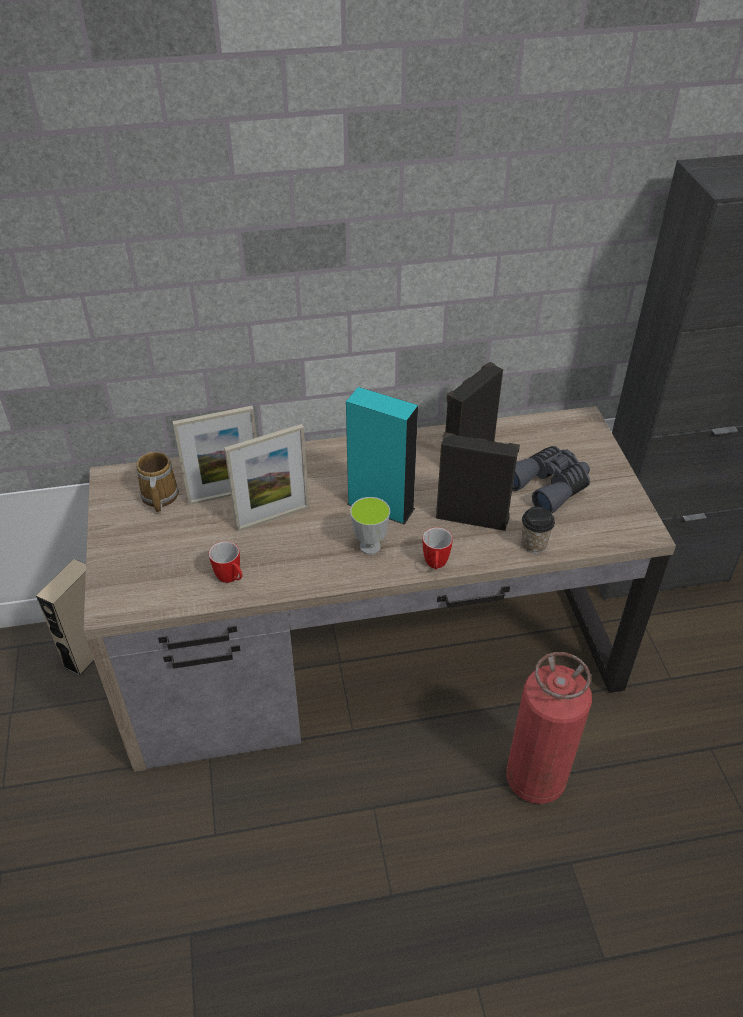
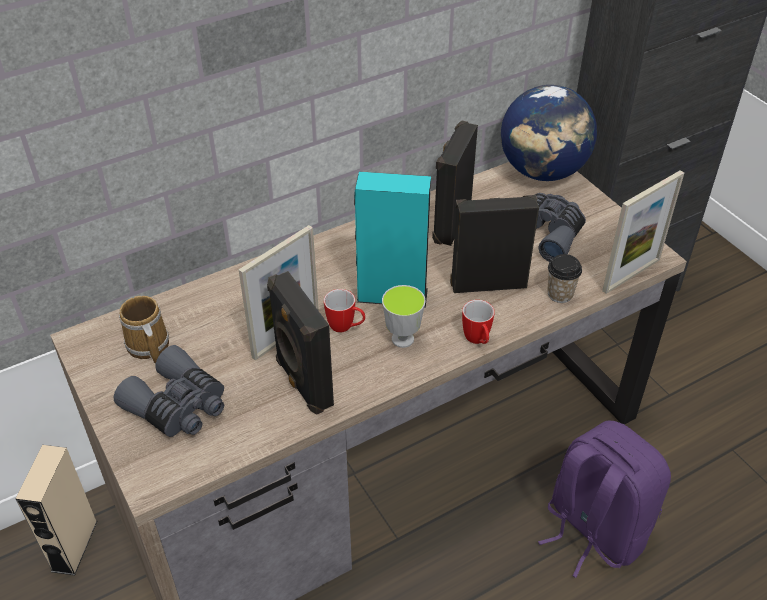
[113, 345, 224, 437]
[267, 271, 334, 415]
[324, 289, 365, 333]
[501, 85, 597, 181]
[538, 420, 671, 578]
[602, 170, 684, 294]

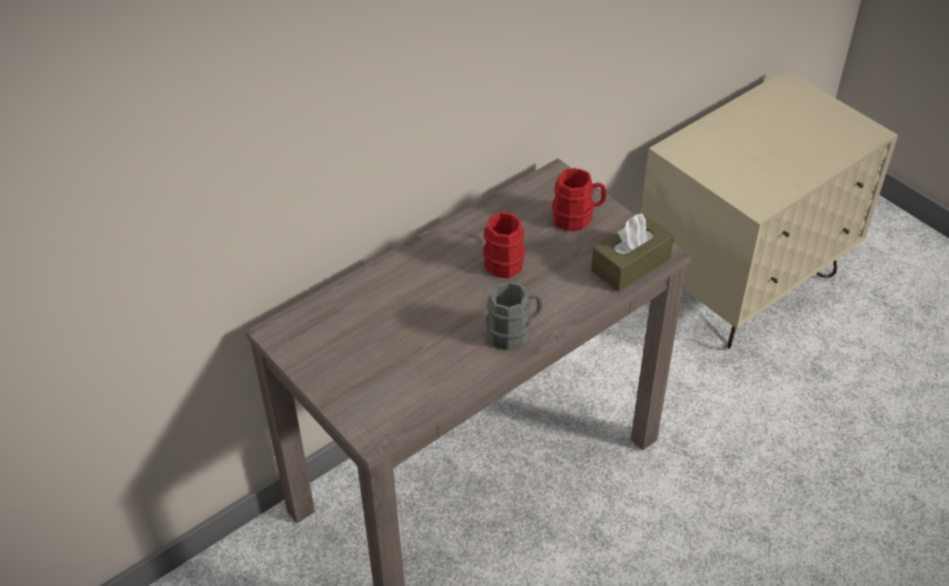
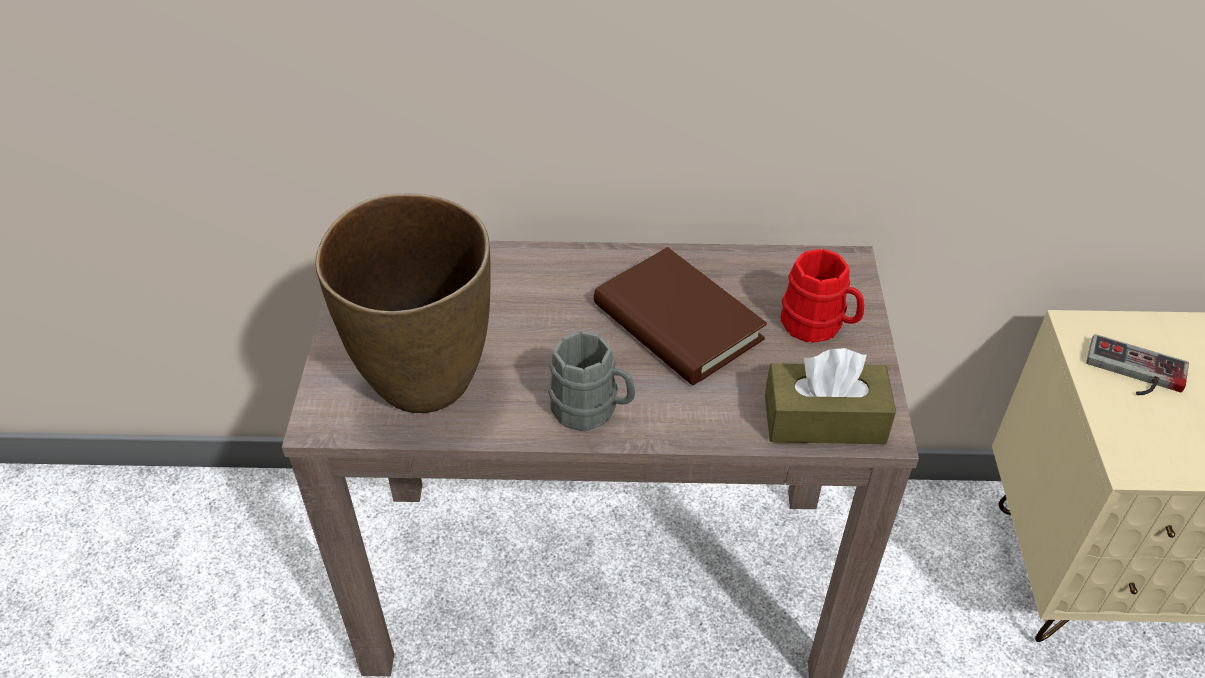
[315, 193, 491, 413]
[594, 247, 767, 385]
[1086, 334, 1189, 395]

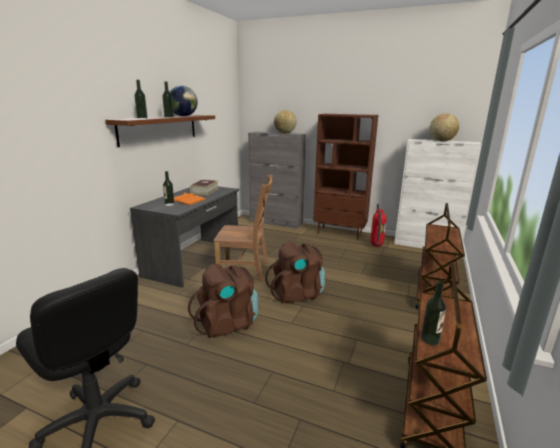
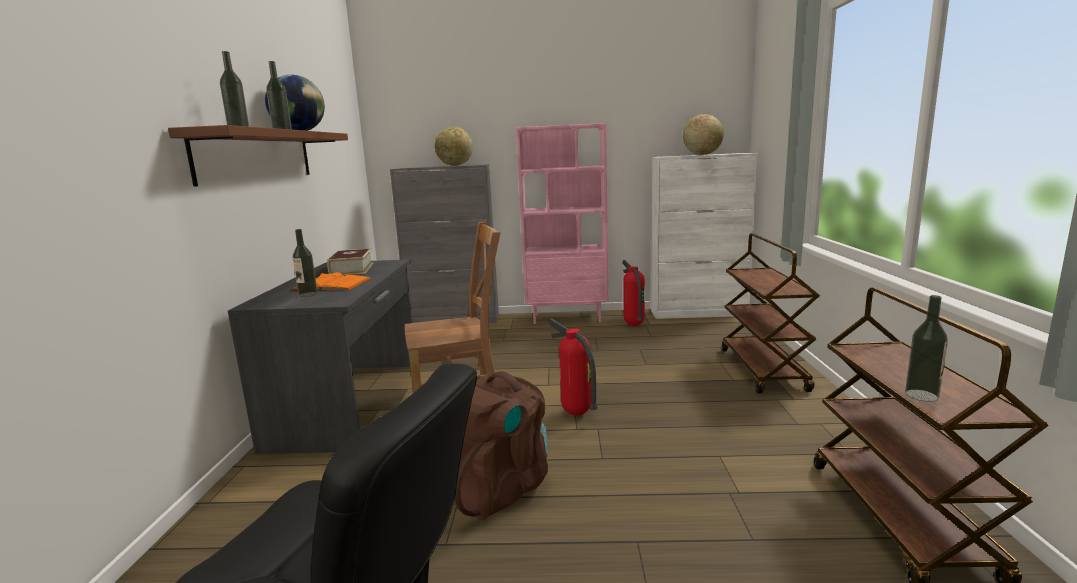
[516, 123, 609, 324]
[548, 319, 598, 416]

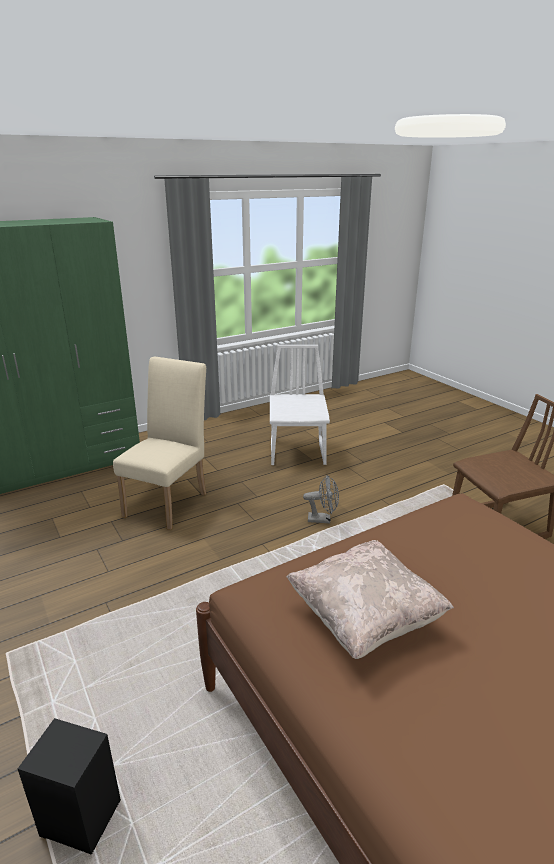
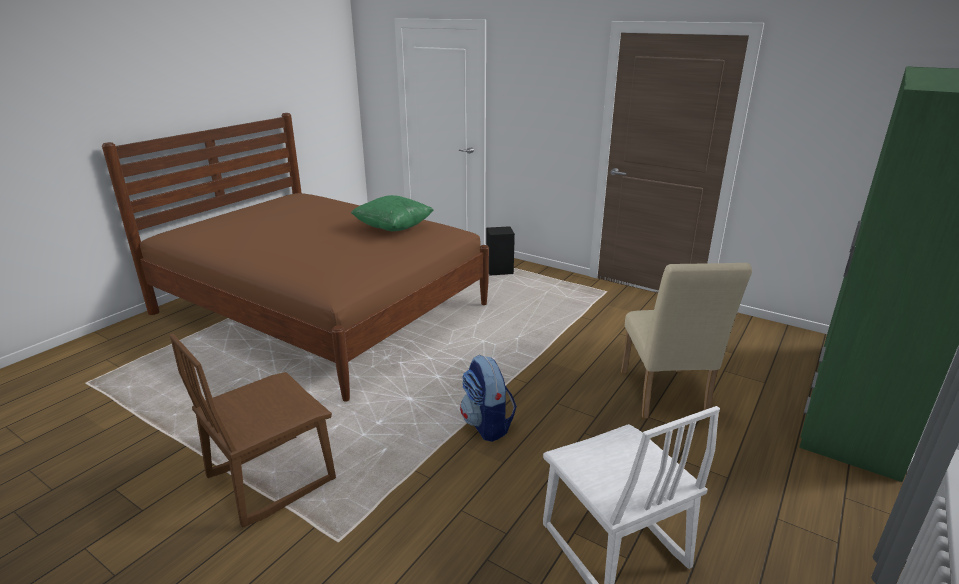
[351, 195, 434, 231]
[460, 355, 517, 442]

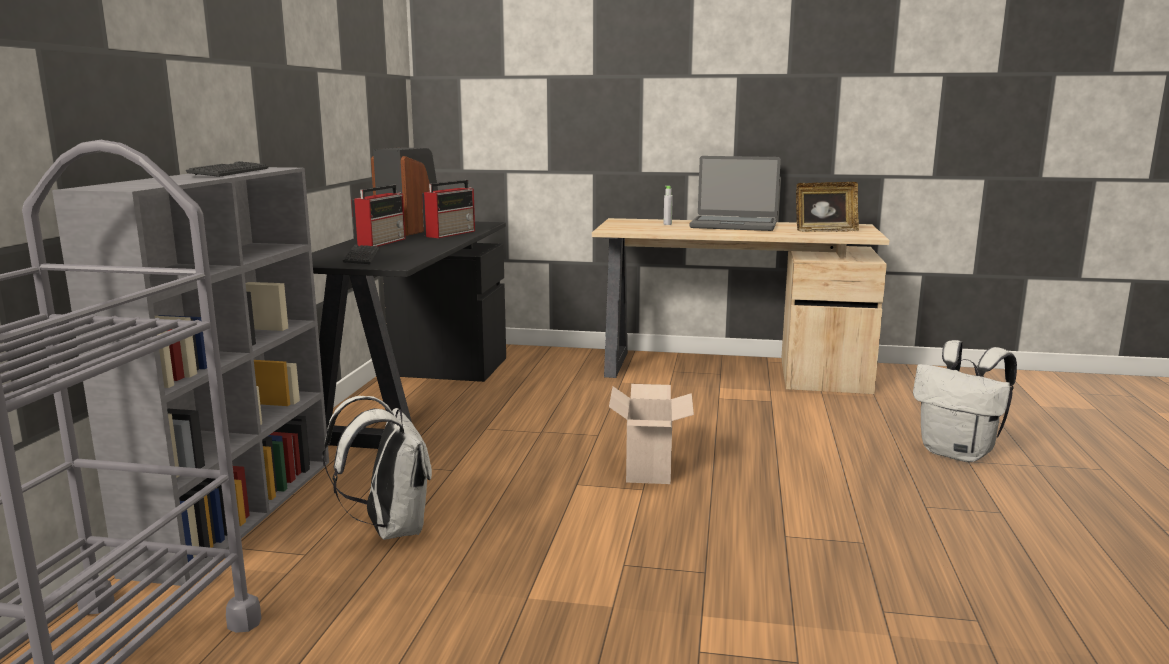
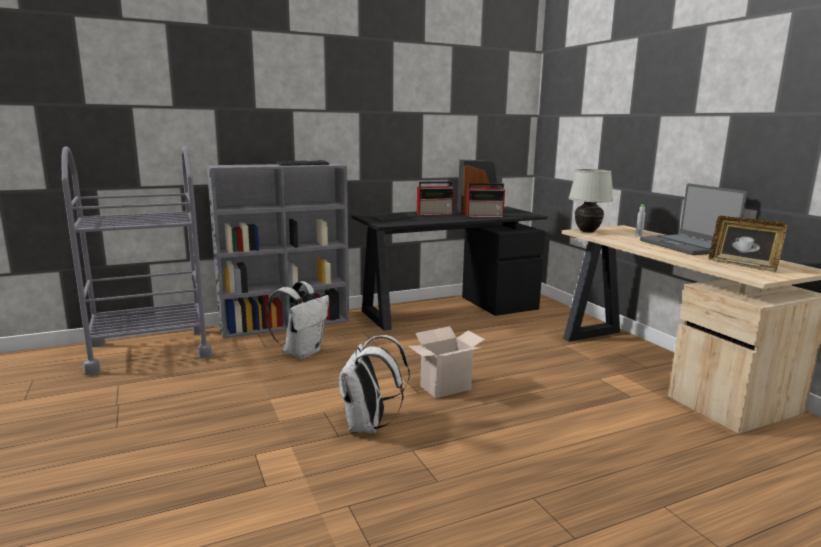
[339, 335, 410, 433]
[568, 169, 614, 233]

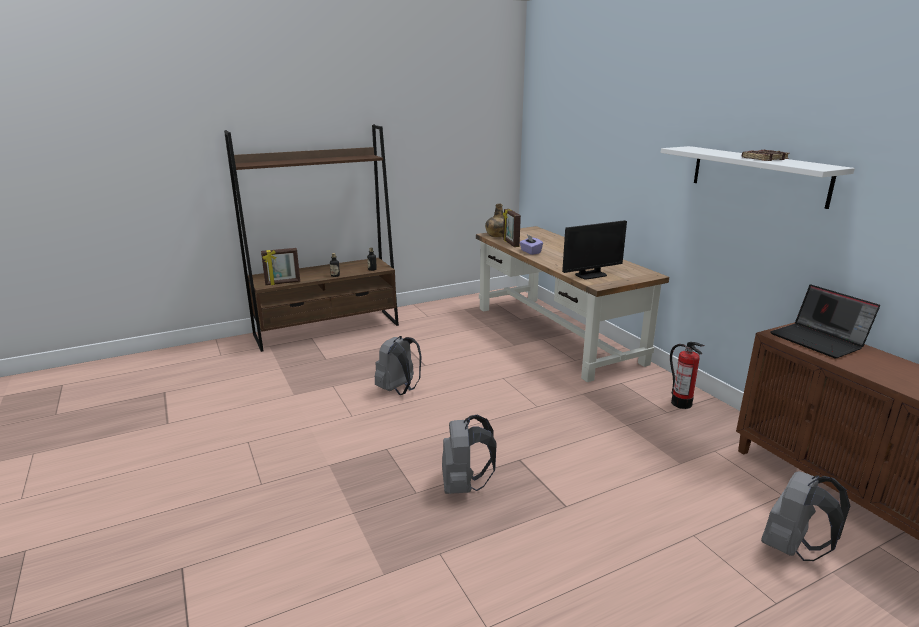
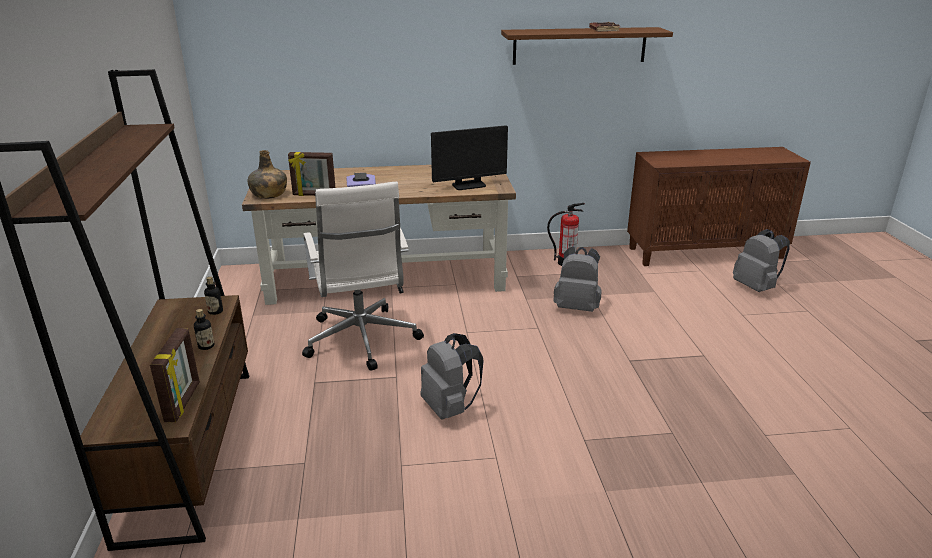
[302, 182, 424, 371]
[431, 125, 508, 190]
[501, 27, 673, 65]
[553, 246, 602, 312]
[770, 284, 880, 358] (first image)

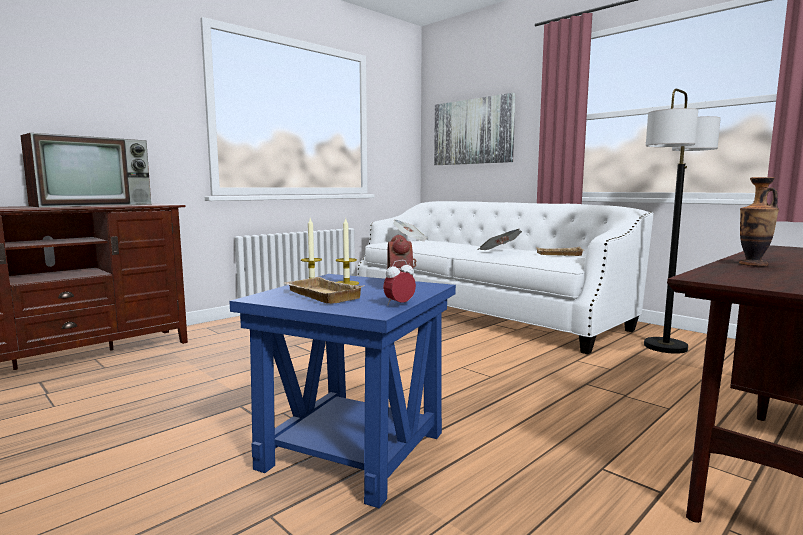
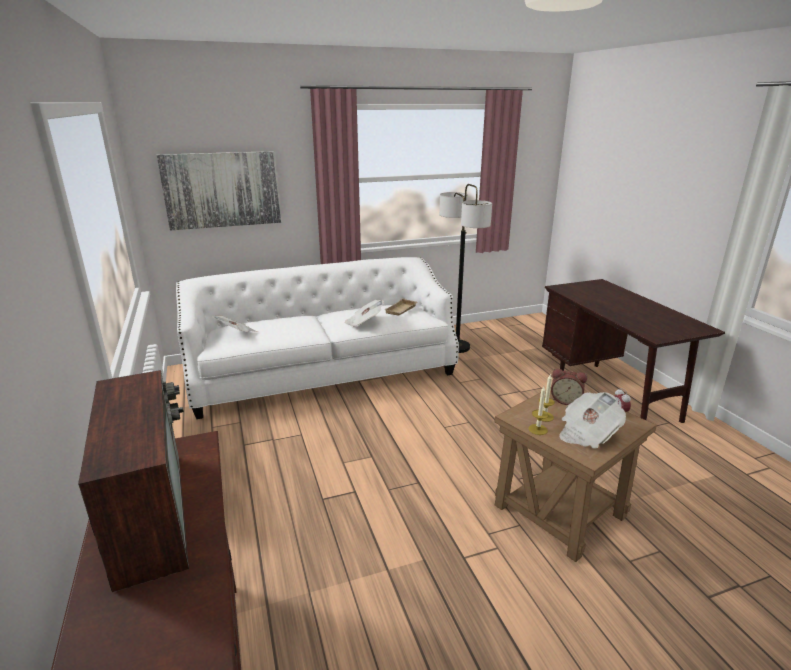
[494, 389, 657, 562]
[559, 392, 626, 449]
[739, 177, 779, 266] (first image)

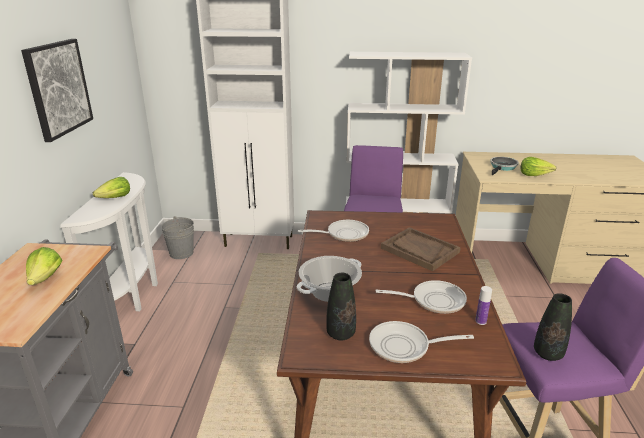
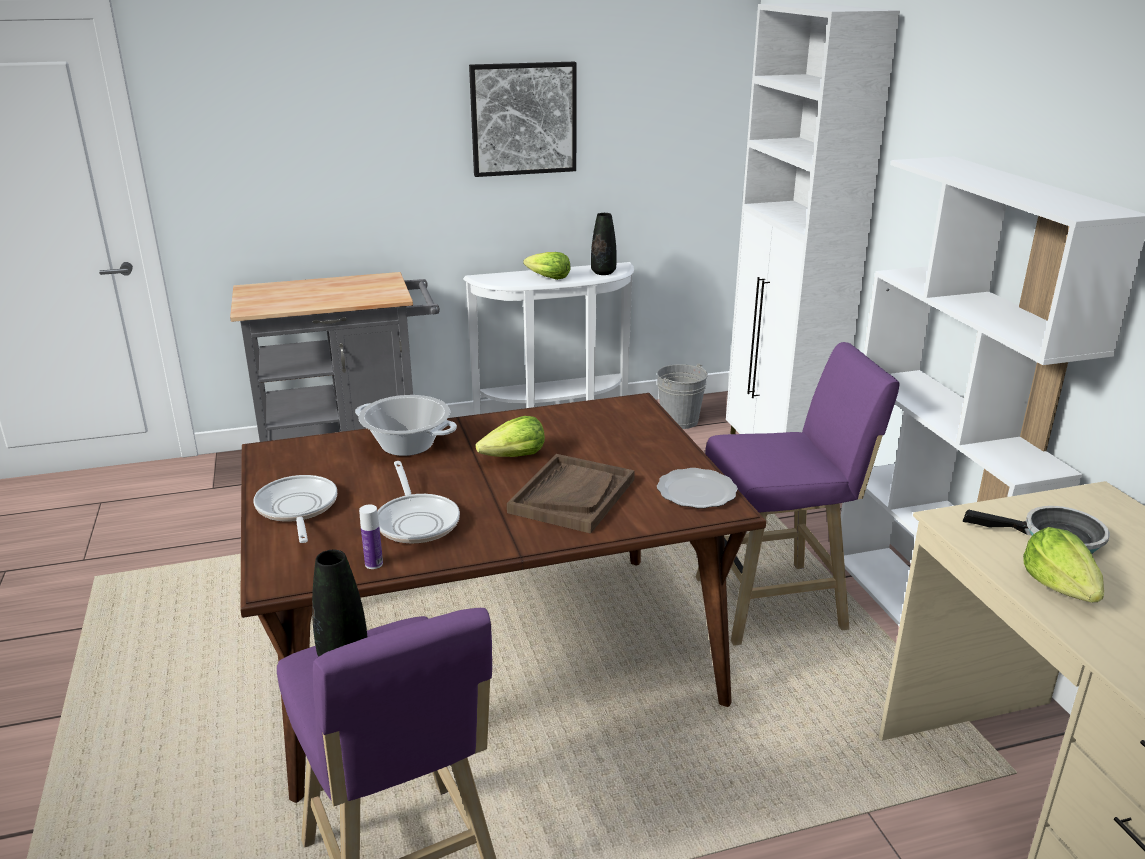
[476, 416, 545, 457]
[591, 213, 617, 275]
[657, 468, 738, 508]
[298, 220, 369, 242] (first image)

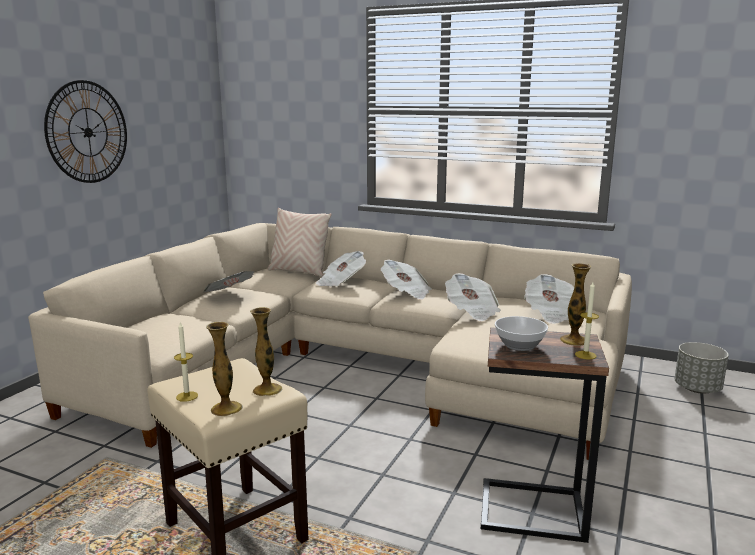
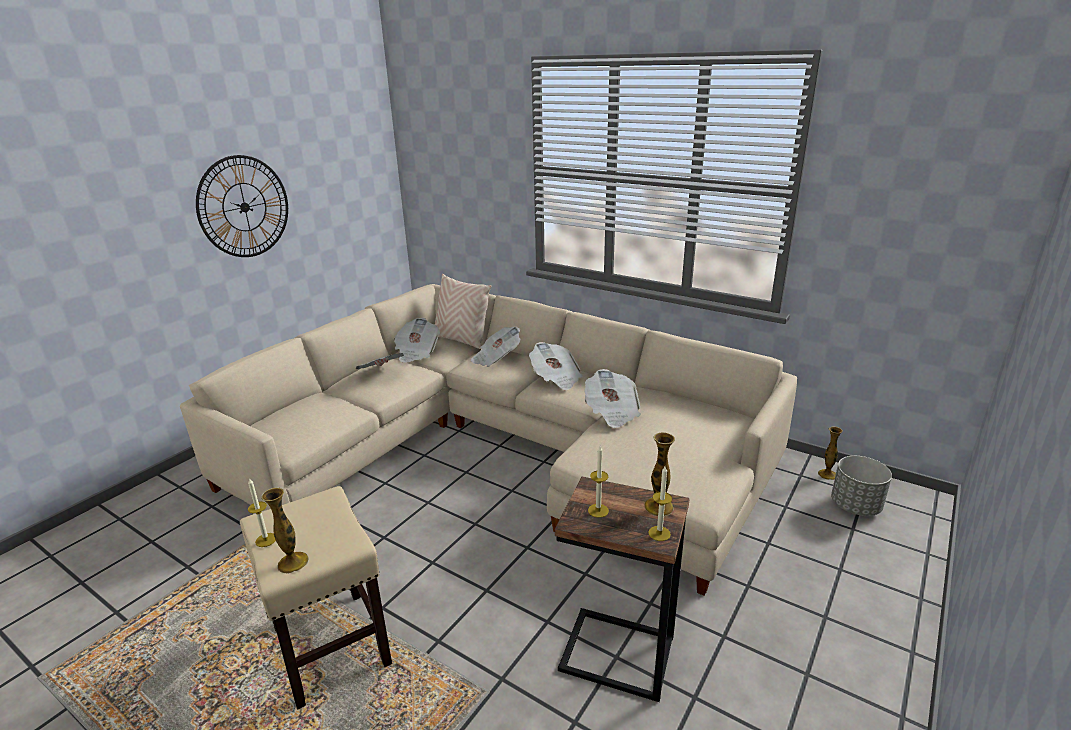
[394, 318, 440, 362]
[588, 446, 609, 518]
[818, 426, 843, 480]

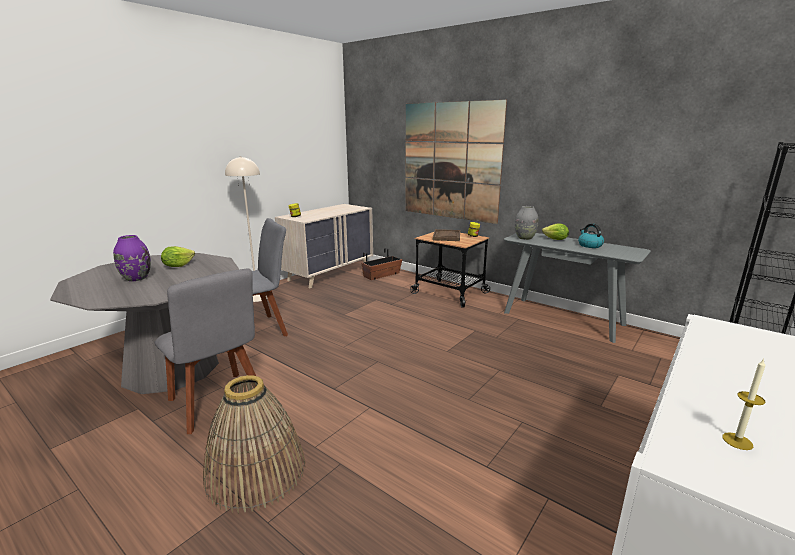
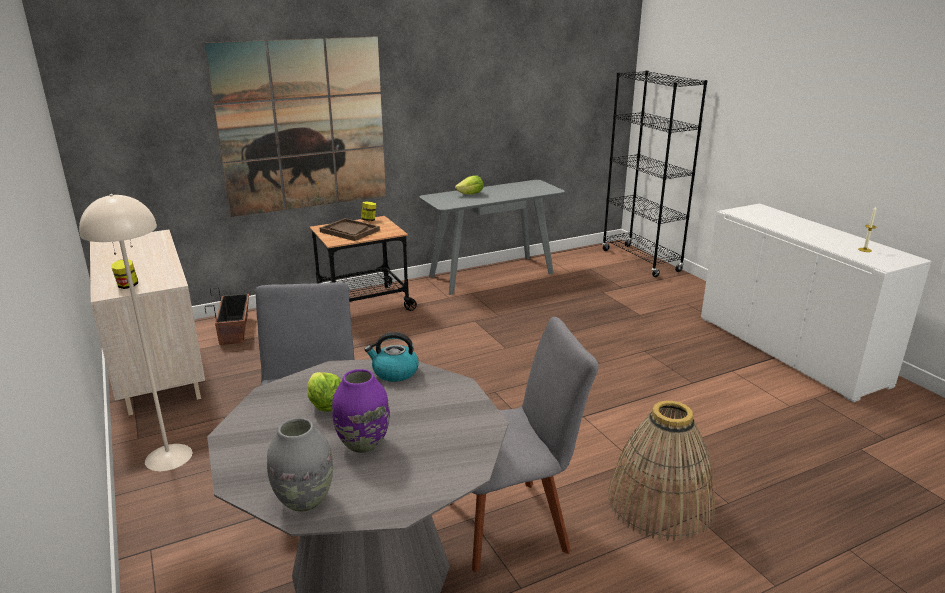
[267, 418, 333, 512]
[364, 332, 419, 382]

